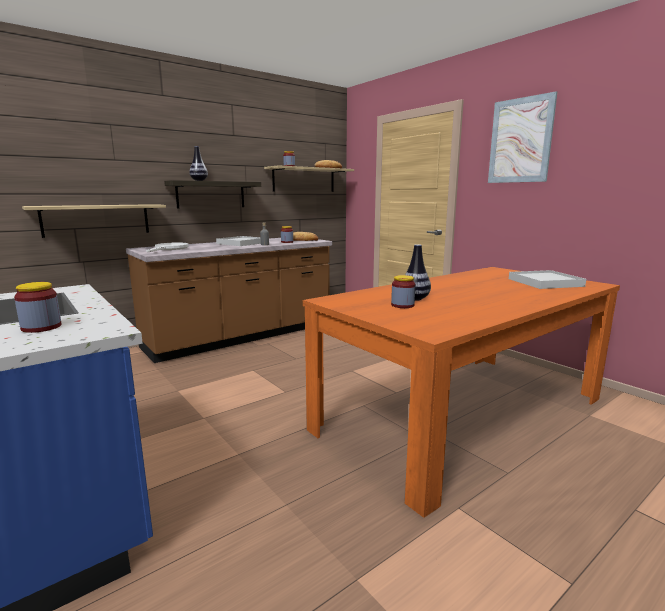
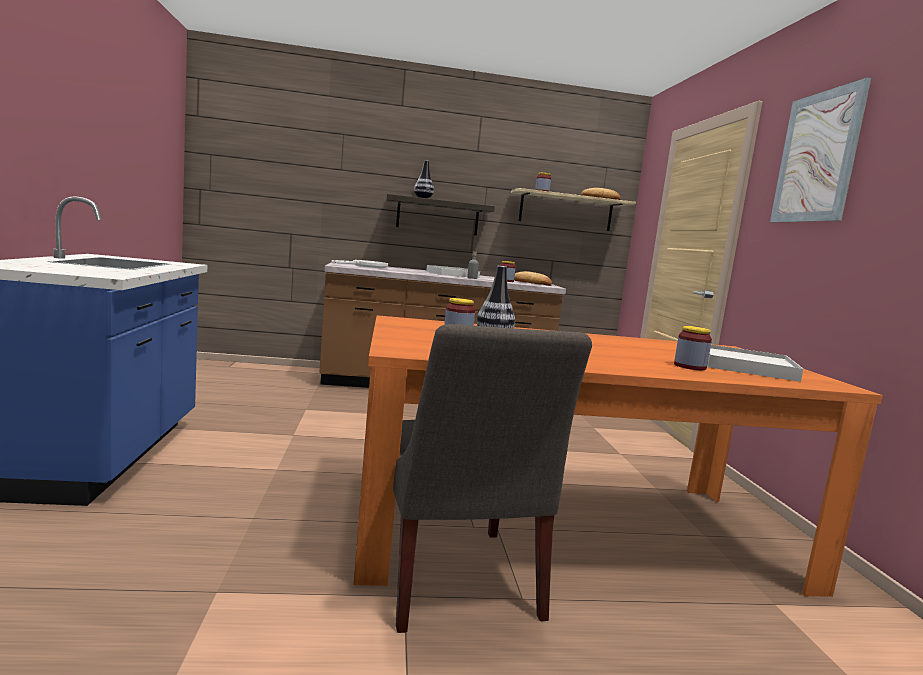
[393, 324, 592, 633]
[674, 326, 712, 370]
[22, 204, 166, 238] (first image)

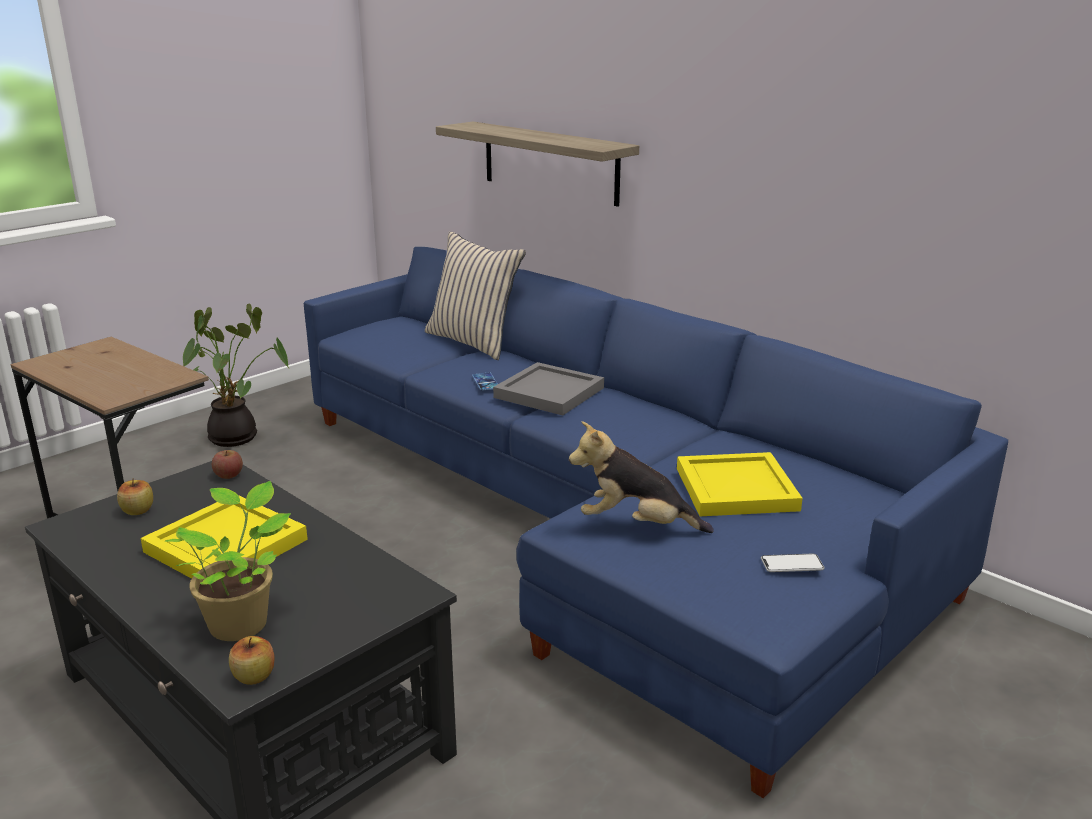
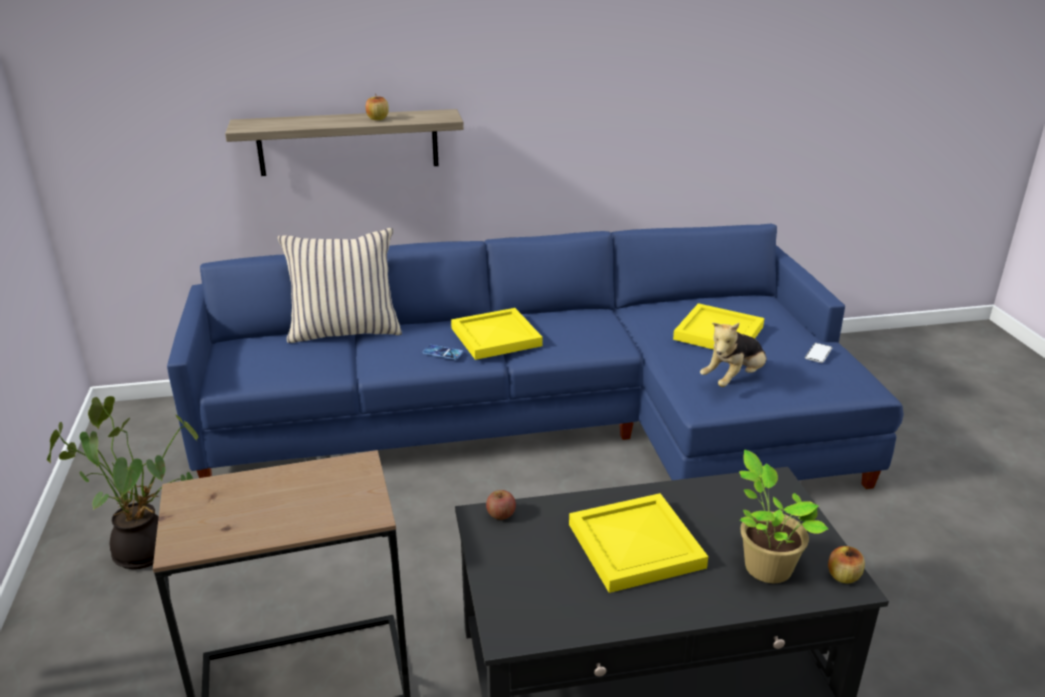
[366, 94, 389, 120]
[451, 308, 543, 360]

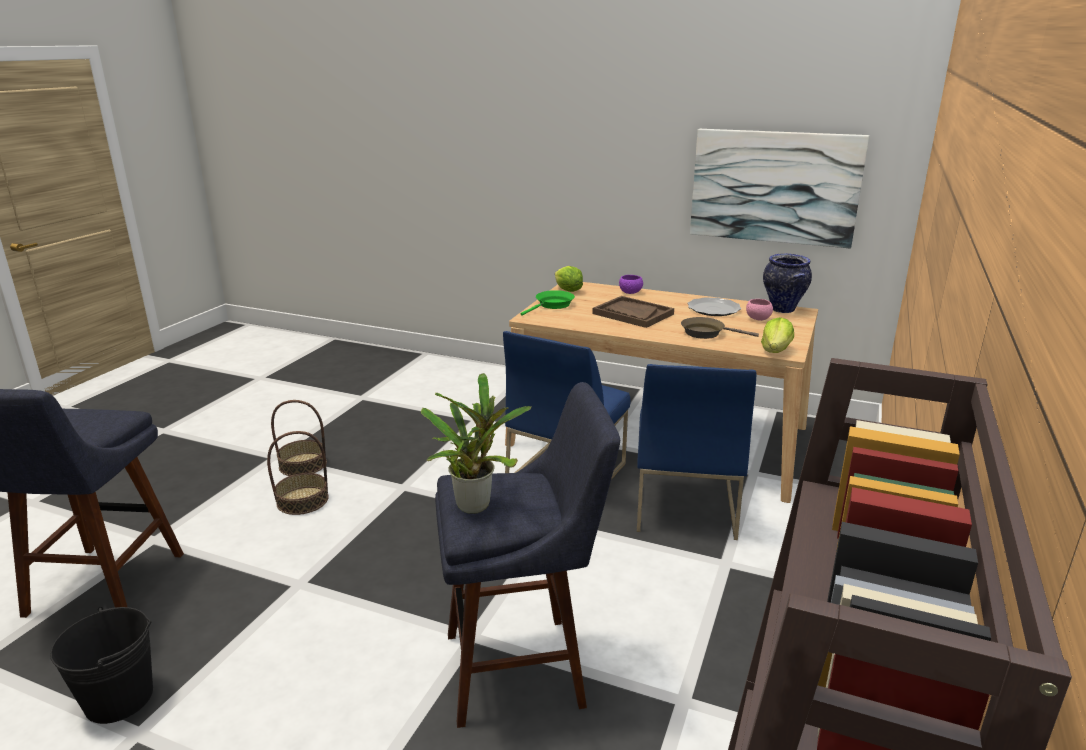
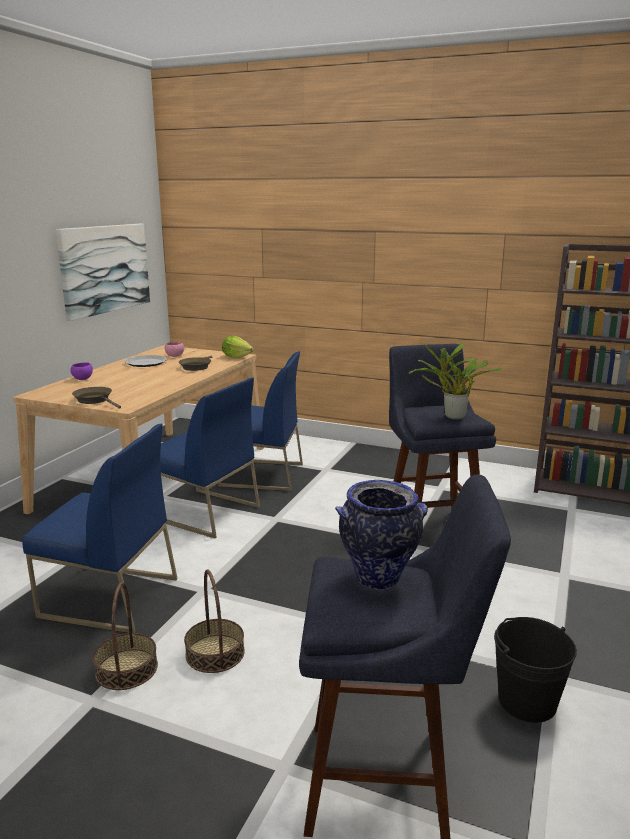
[22, 424, 178, 633]
[72, 387, 121, 409]
[335, 480, 428, 590]
[555, 266, 583, 292] (first image)
[592, 296, 674, 328] (first image)

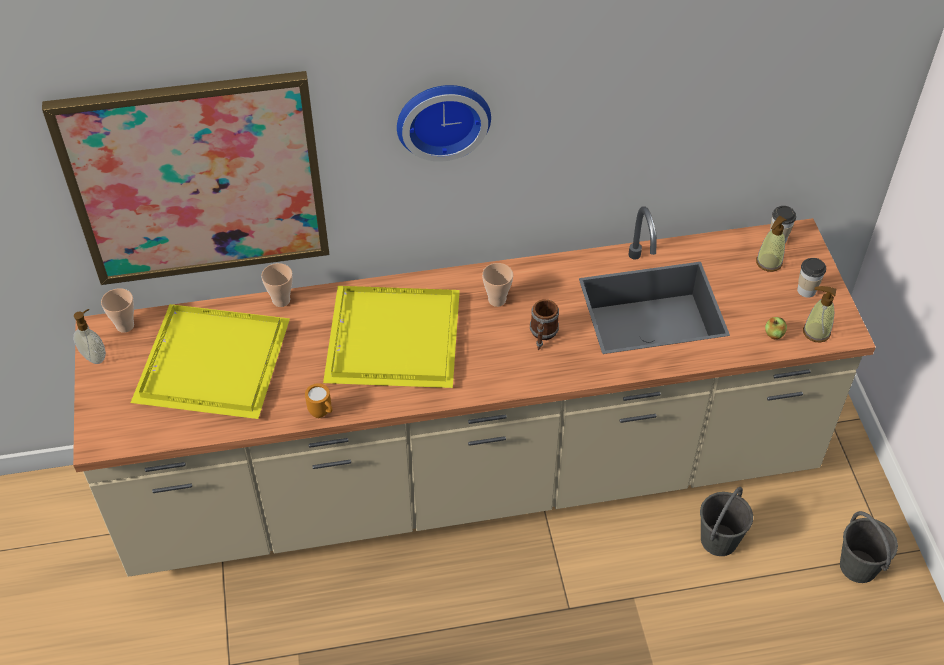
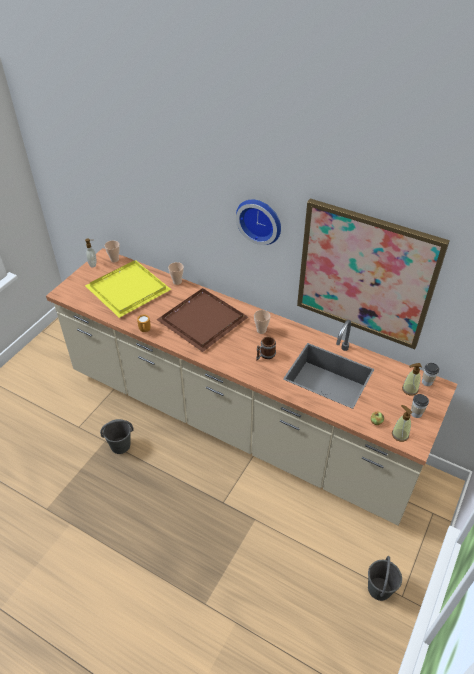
[100, 419, 134, 454]
[156, 288, 248, 352]
[297, 198, 450, 349]

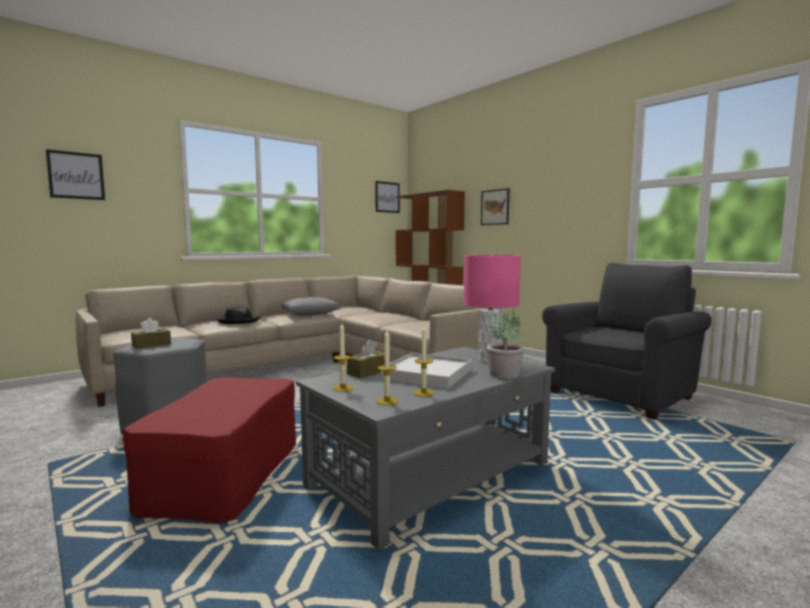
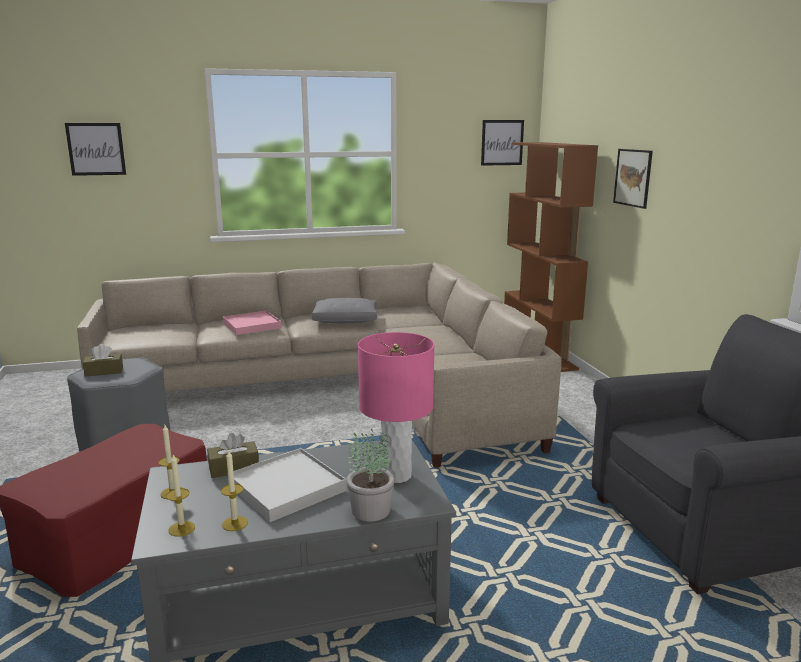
[223, 311, 282, 335]

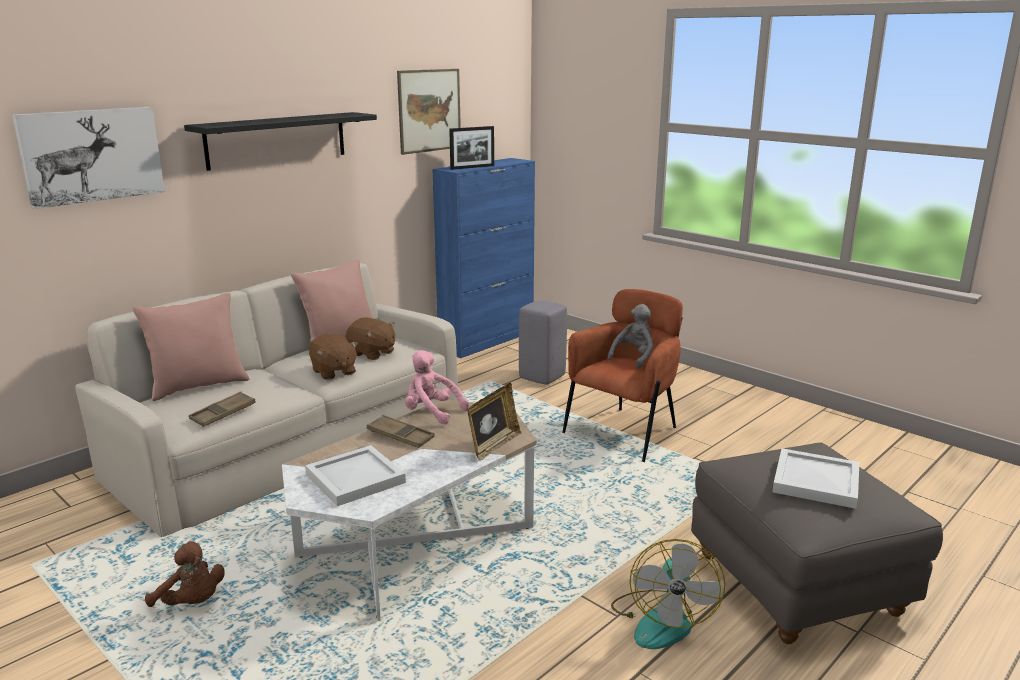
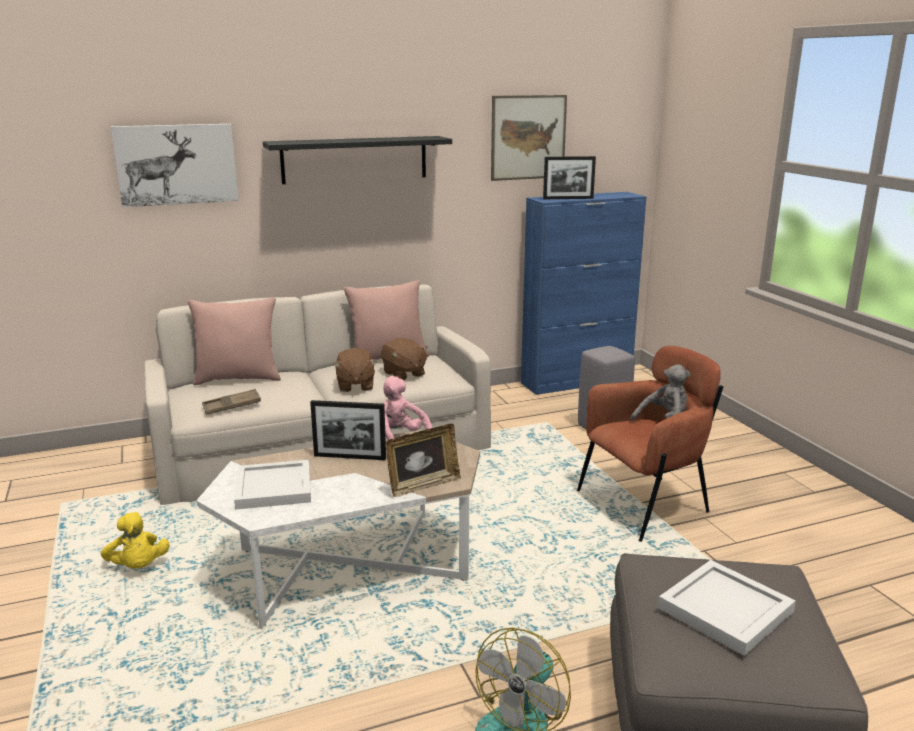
[101, 512, 170, 568]
[310, 400, 386, 460]

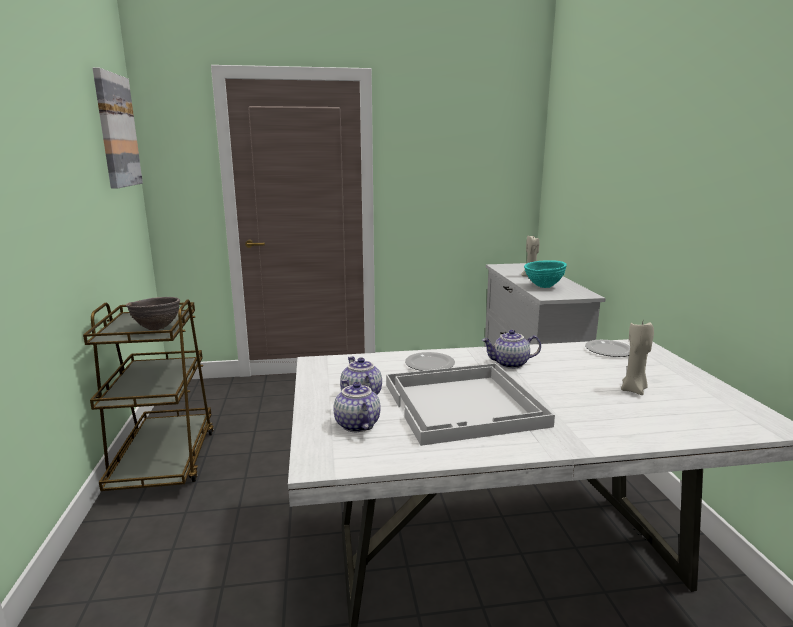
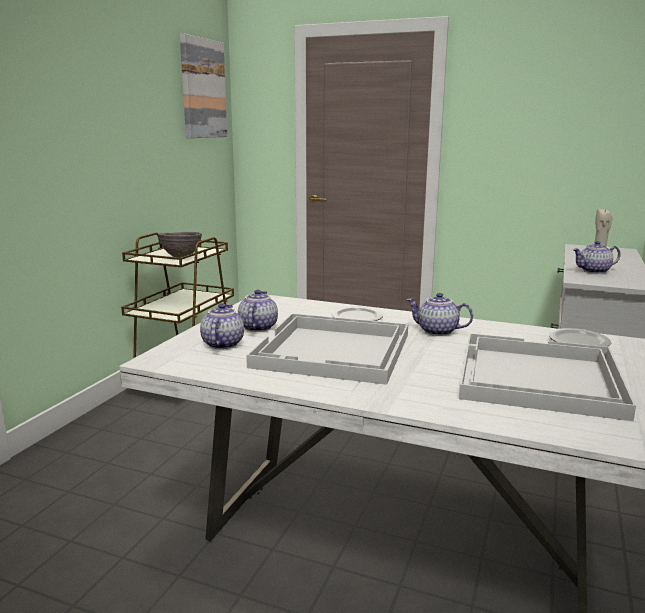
[459, 333, 636, 421]
[573, 241, 621, 274]

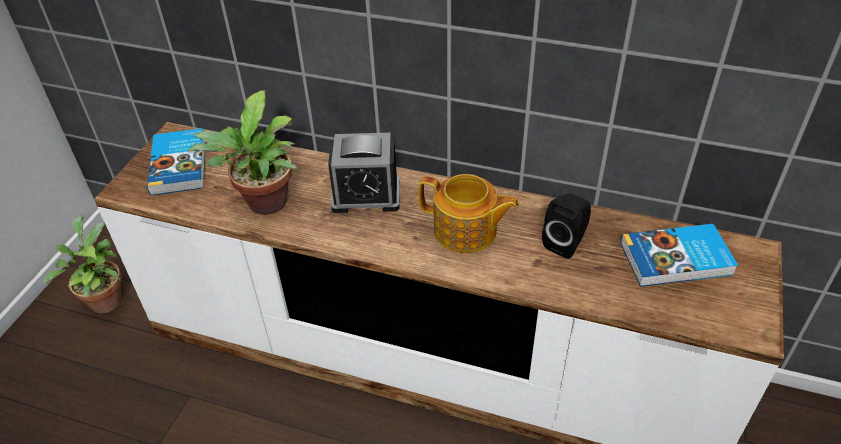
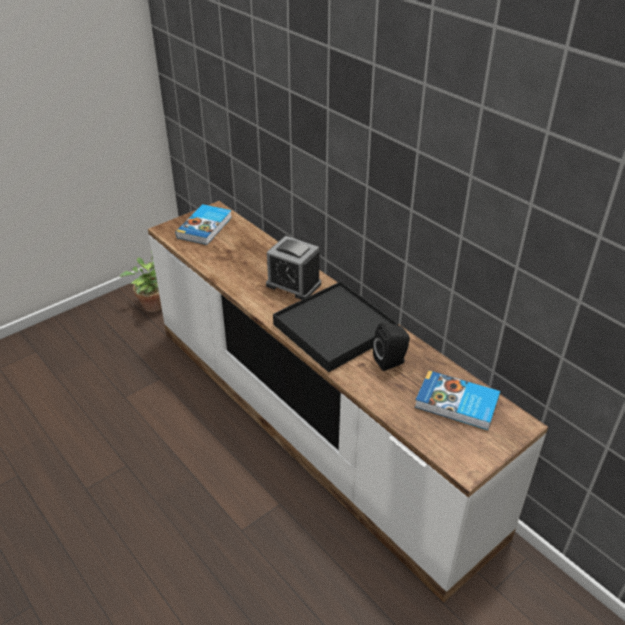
[273, 281, 399, 372]
[187, 91, 297, 215] (first image)

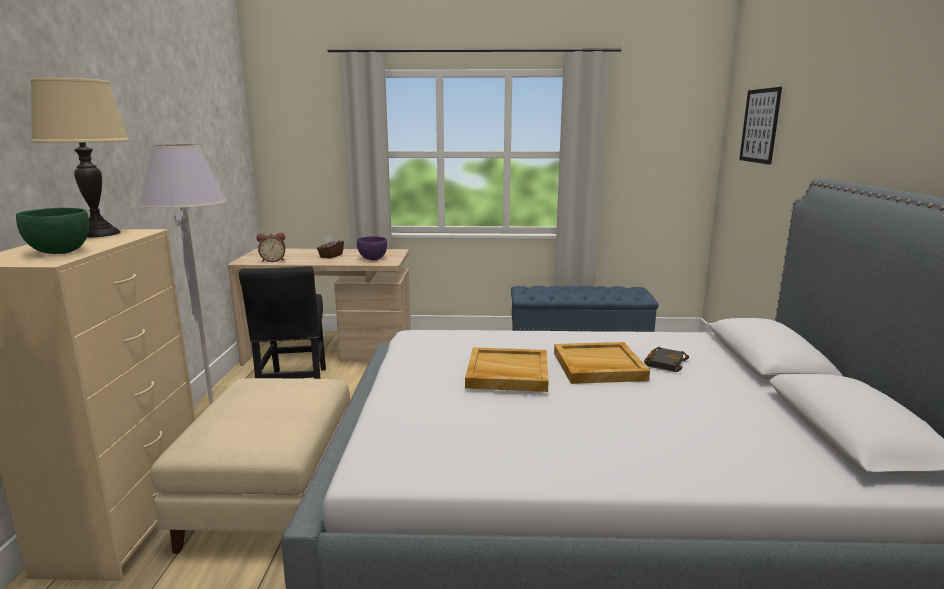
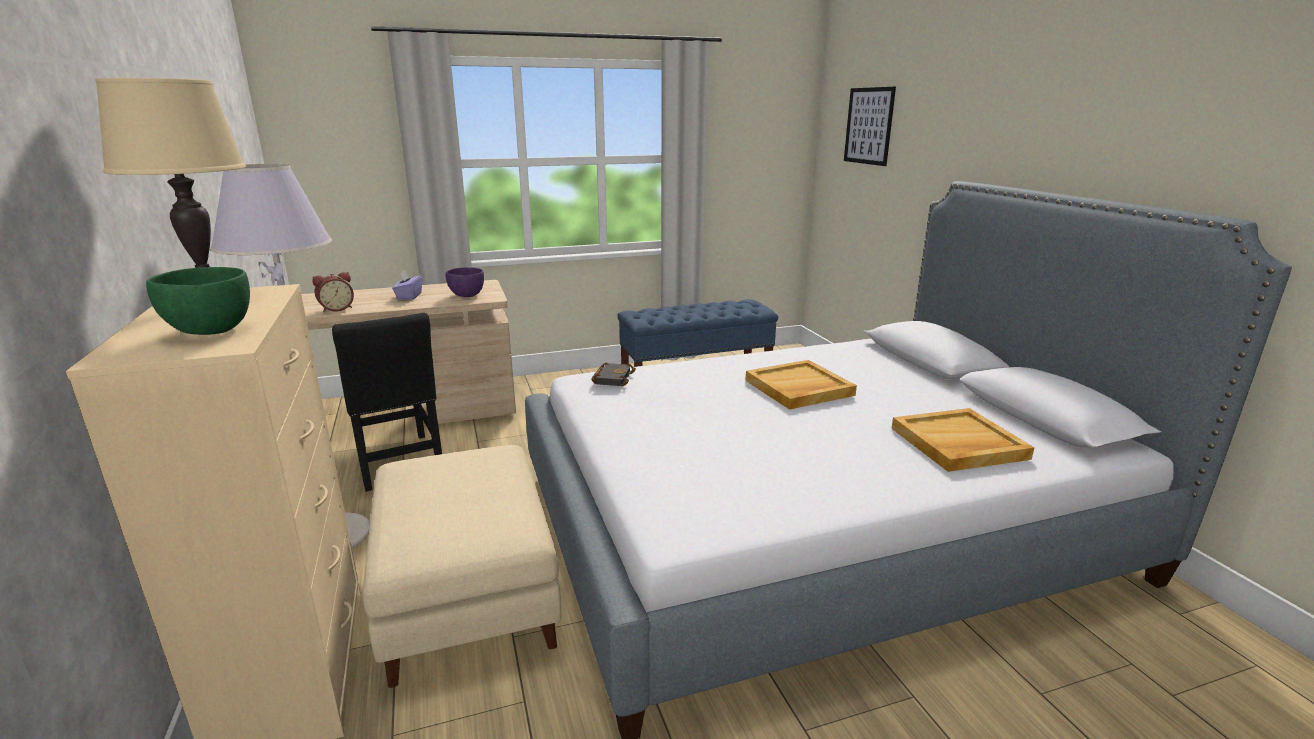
[392, 271, 422, 300]
[591, 362, 636, 386]
[892, 408, 1035, 472]

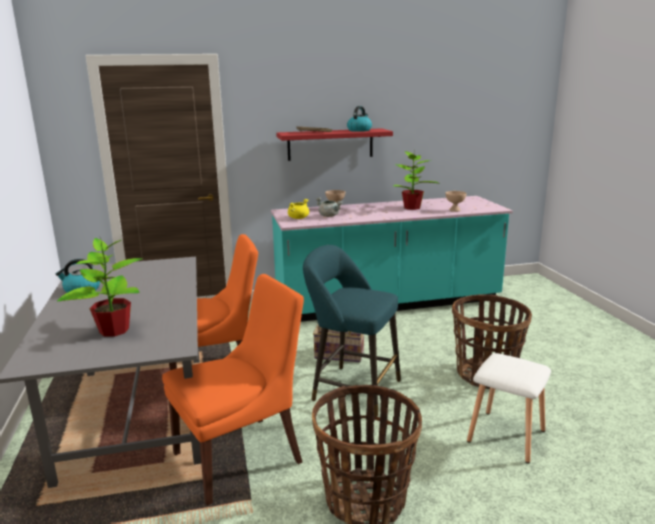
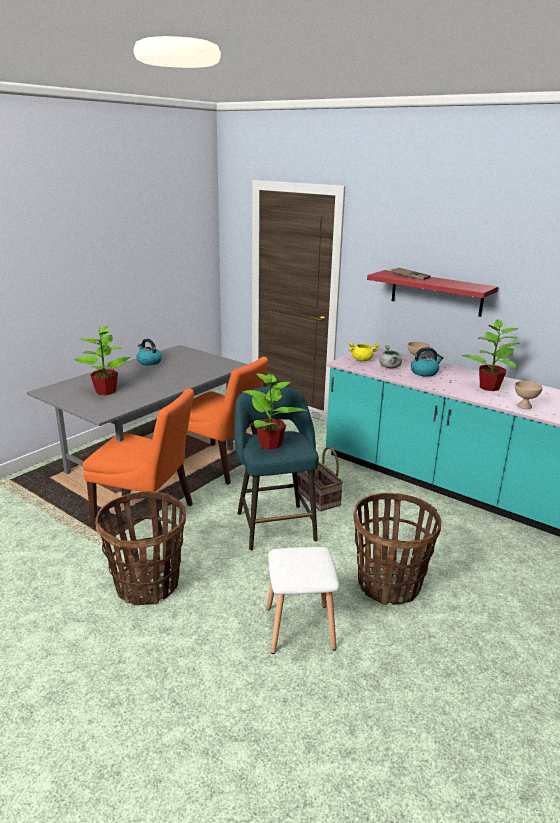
[242, 373, 307, 450]
[411, 347, 443, 377]

